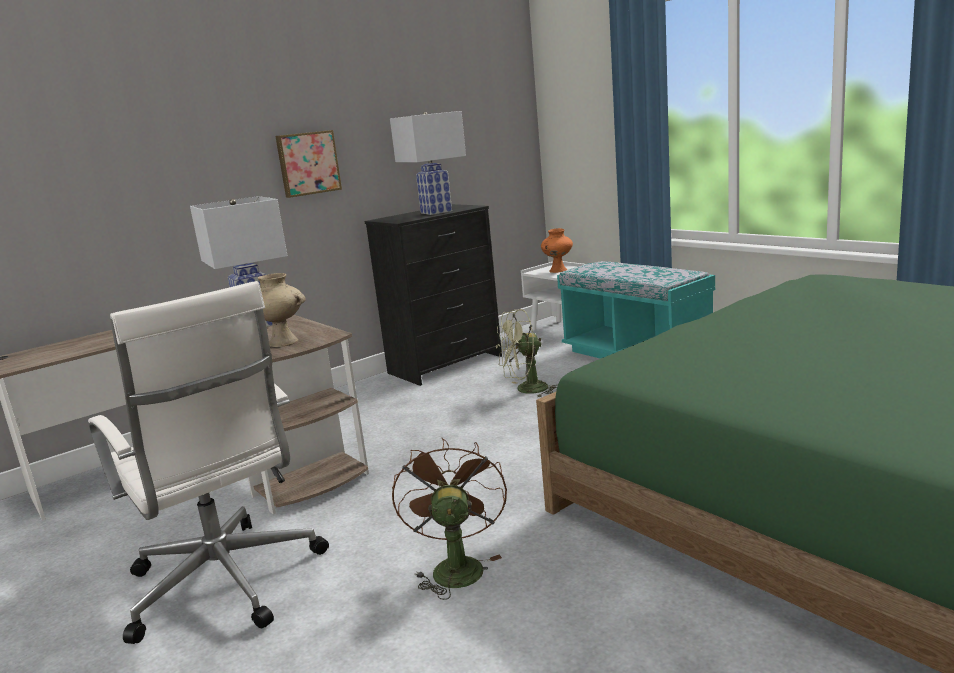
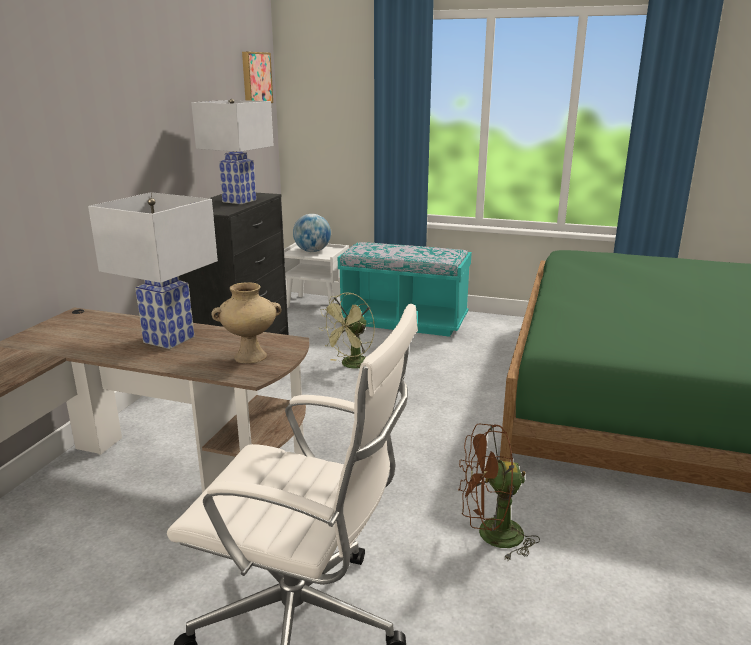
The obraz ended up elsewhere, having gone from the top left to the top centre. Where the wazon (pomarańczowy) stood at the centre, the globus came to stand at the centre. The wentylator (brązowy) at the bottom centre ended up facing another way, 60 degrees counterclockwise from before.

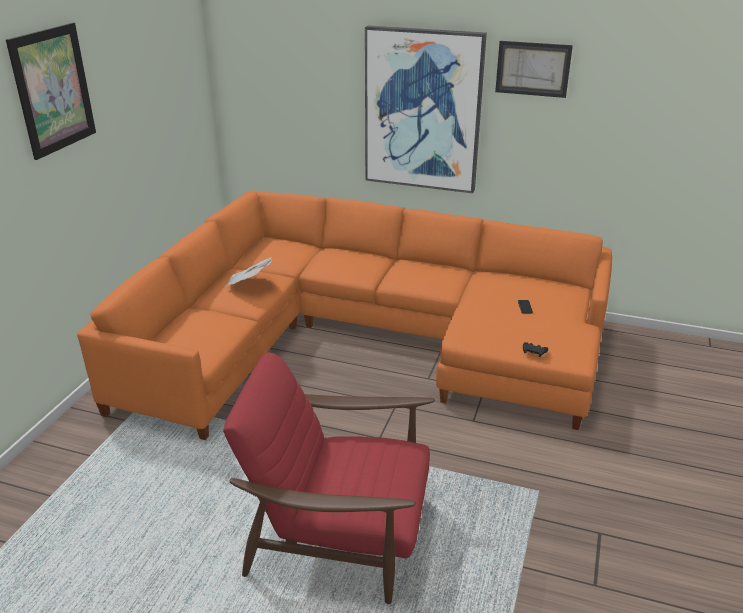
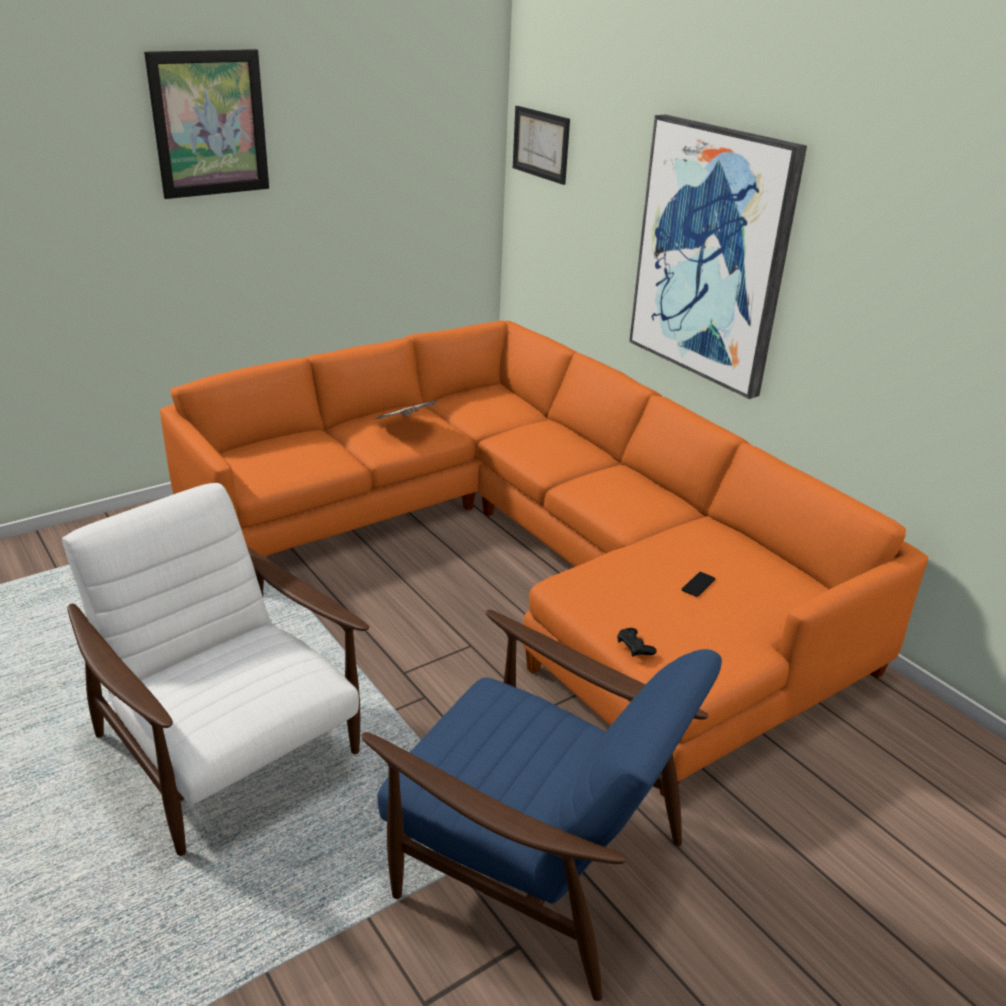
The second view gained the fotel (niebieski) at the bottom centre. The obraz (3rd from left in the first image) ended up elsewhere, having gone from the top right to the top centre. What was the fotel (czerwony) at the bottom centre turned into the fotel (biały) at the middle left.

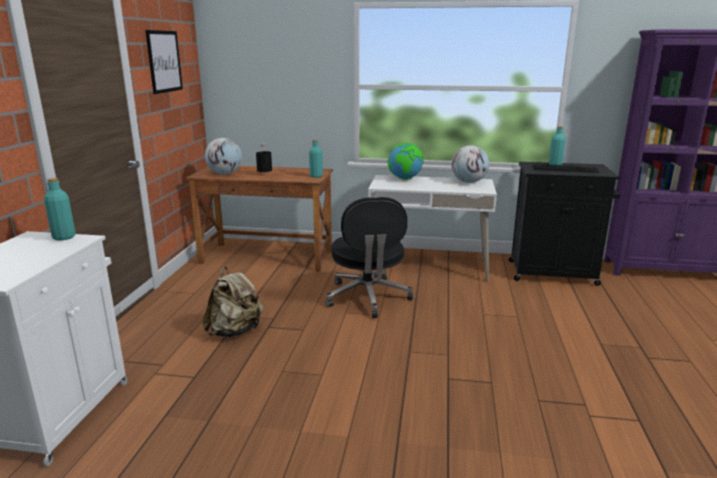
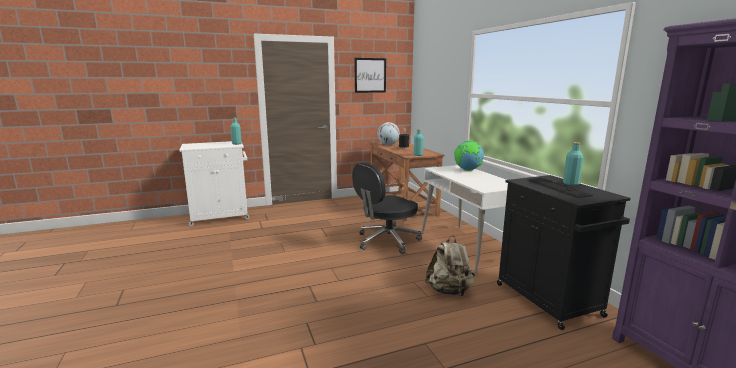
The second view lost the globus (3rd from left) at the centre. The plecak (beżowy) ended up elsewhere, having gone from the middle left to the bottom centre.

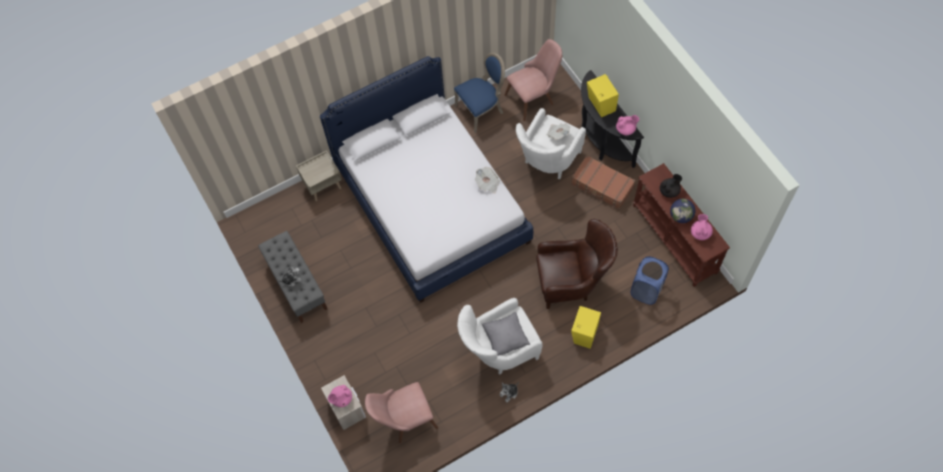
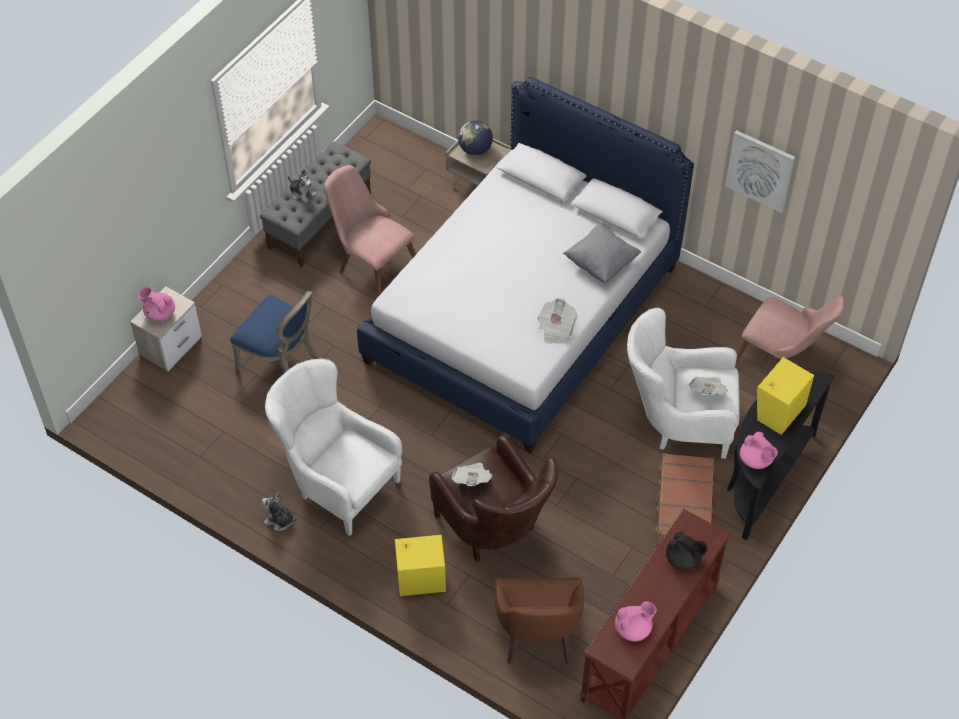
The second view gained the gazeta (1st from left) at the centre. The second view gained the obraz at the top right. The krzesło (różowy) (1st from left) ended up elsewhere, having gone from the bottom centre to the top centre. The krzesło (niebieski) ended up elsewhere, having gone from the top centre to the middle left. The poduszka (szary) ended up elsewhere, having gone from the bottom centre to the centre. The globus ended up elsewhere, having gone from the middle right to the top centre. Where the kosz na pranie (niebieski) stood at the middle right, the fotel (brązowy) (2nd from left) came to stand at the bottom centre.

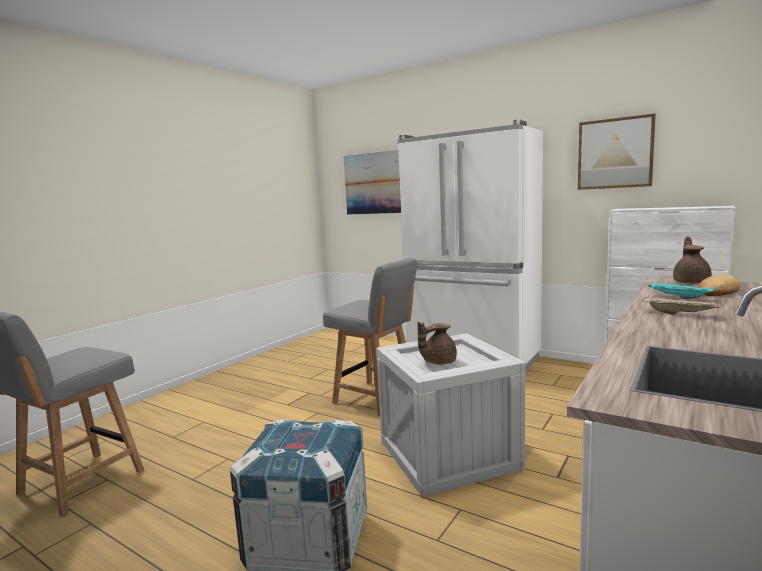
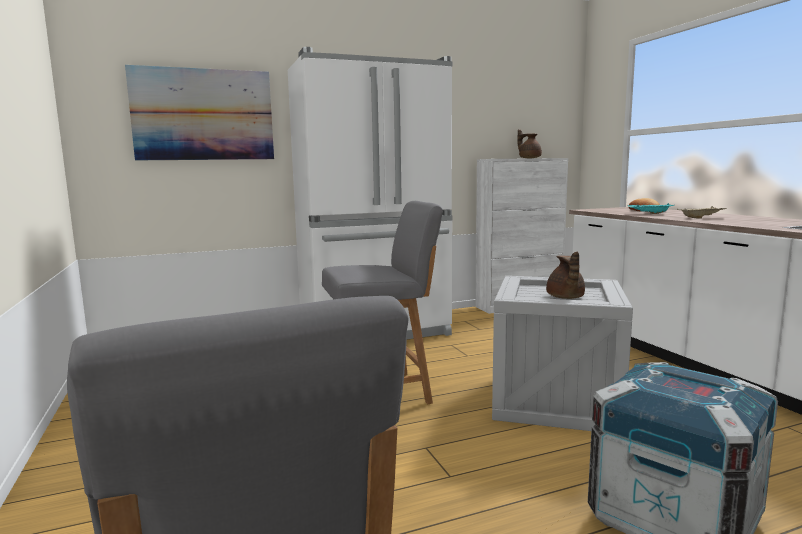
The second view lost the obraz (2nd from left) at the top right. The imbryk (brązowy) (2nd from left in the first image) ended up elsewhere, having gone from the middle right to the top centre.

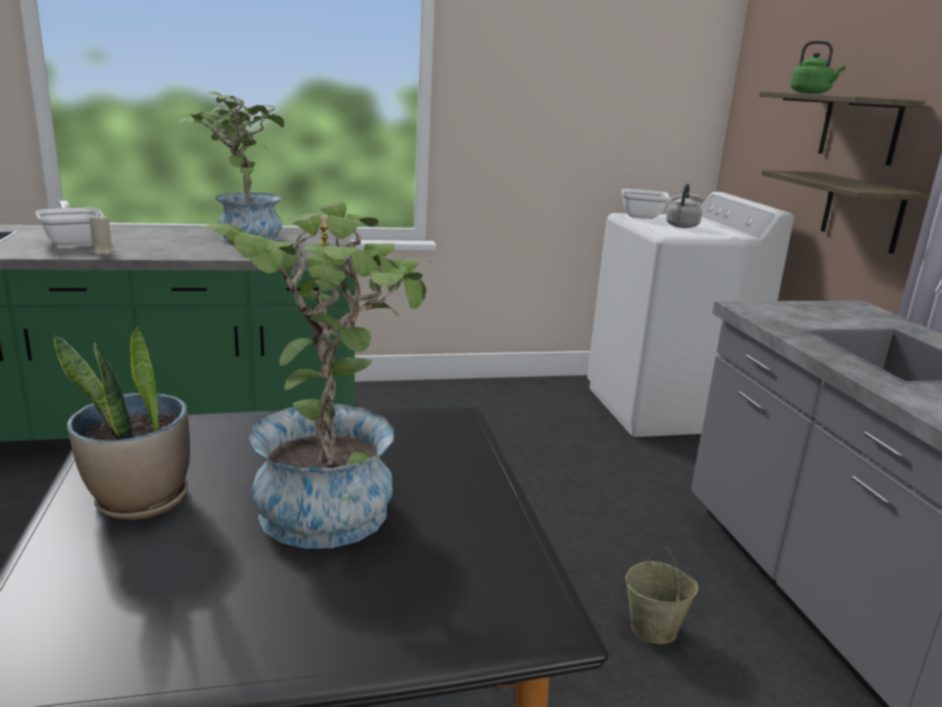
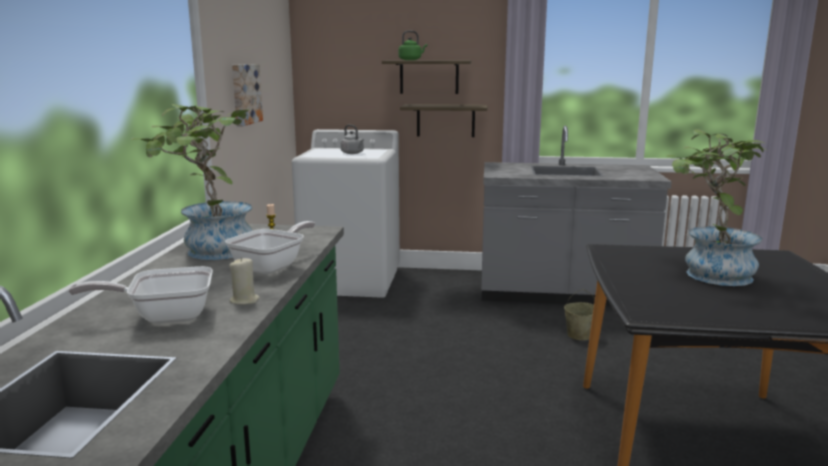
The second view lost the roślina doniczkowa (1st from left) at the middle left. The second view gained the obraz at the top left. The patelnia (2nd from left) ended up elsewhere, having gone from the top right to the middle left.

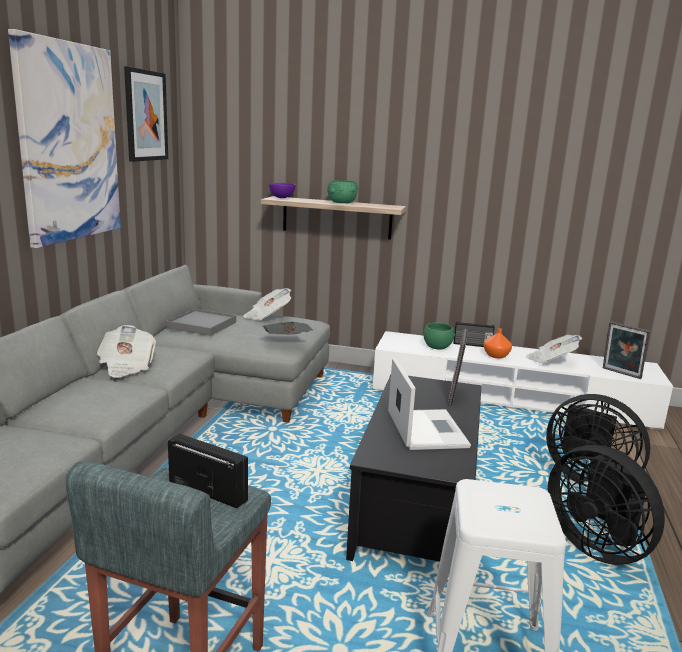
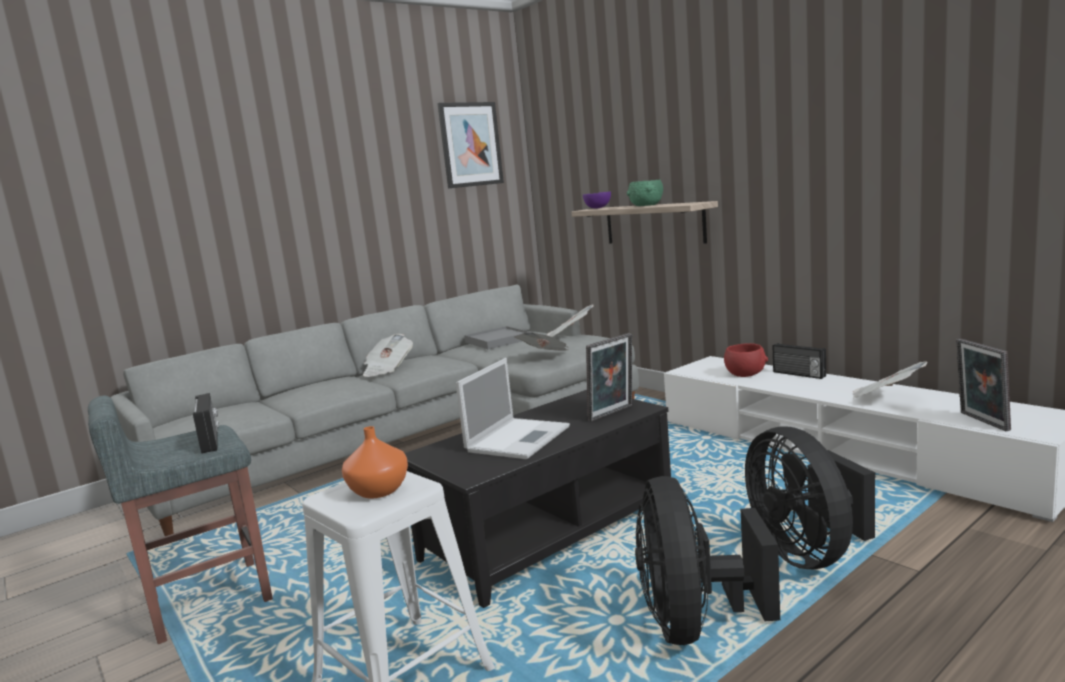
The second view lost the obraz (1st from left) at the top left. The wazon (pomarańczowy) ended up elsewhere, having gone from the middle right to the bottom centre. What was the miska (zielony) (2nd from left) at the centre turned into the miska (czerwony) at the middle right.

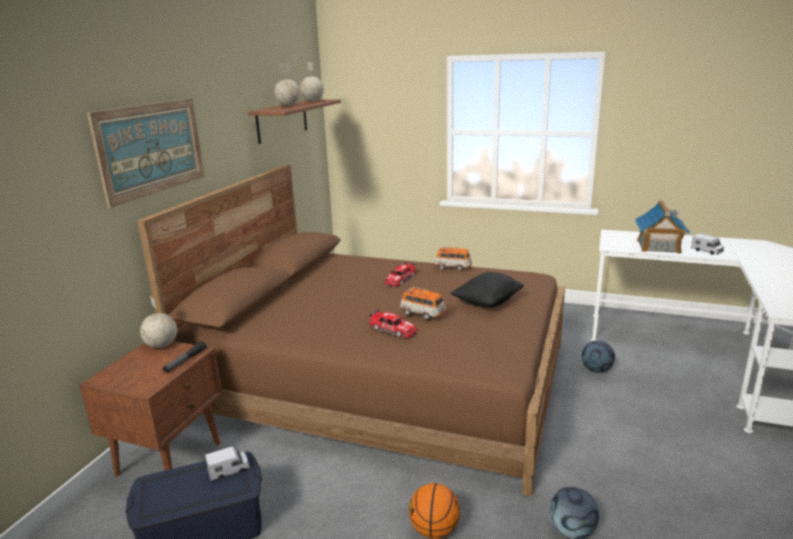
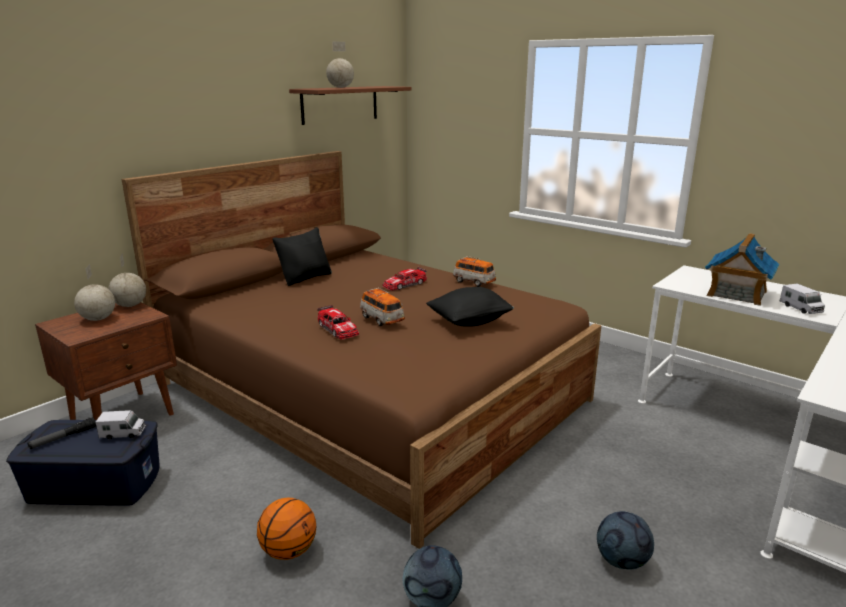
The second view lost the obraz at the top left. The second view gained the poduszka (czarny) (1st from left) at the centre. The latarka ended up elsewhere, having gone from the middle left to the bottom left. The globus (3rd from left in the first image) ended up elsewhere, having gone from the top centre to the middle left. The piłka futbolowa (2nd from left) ended up elsewhere, having gone from the middle right to the bottom right.

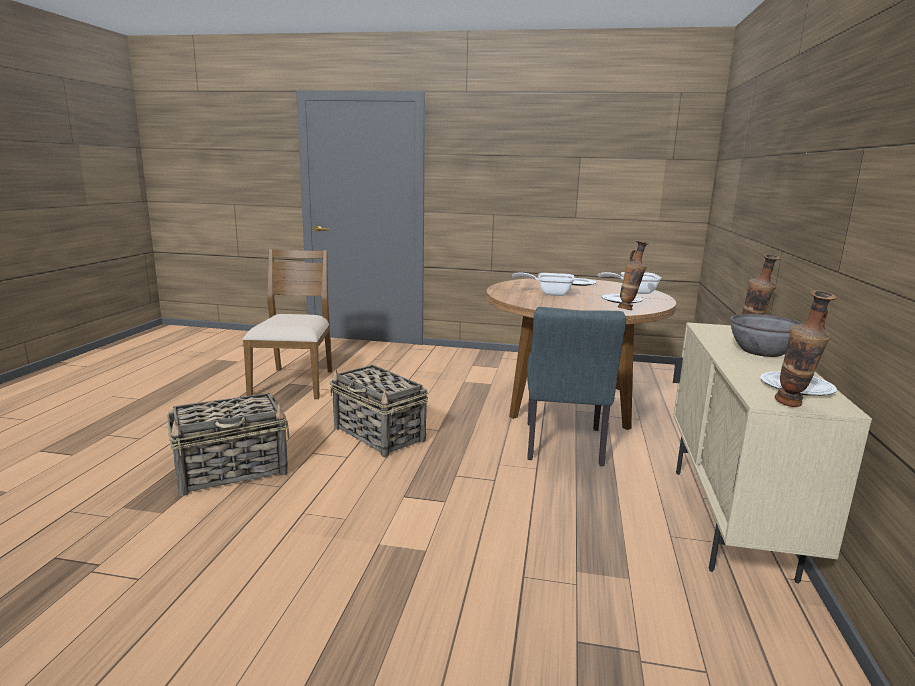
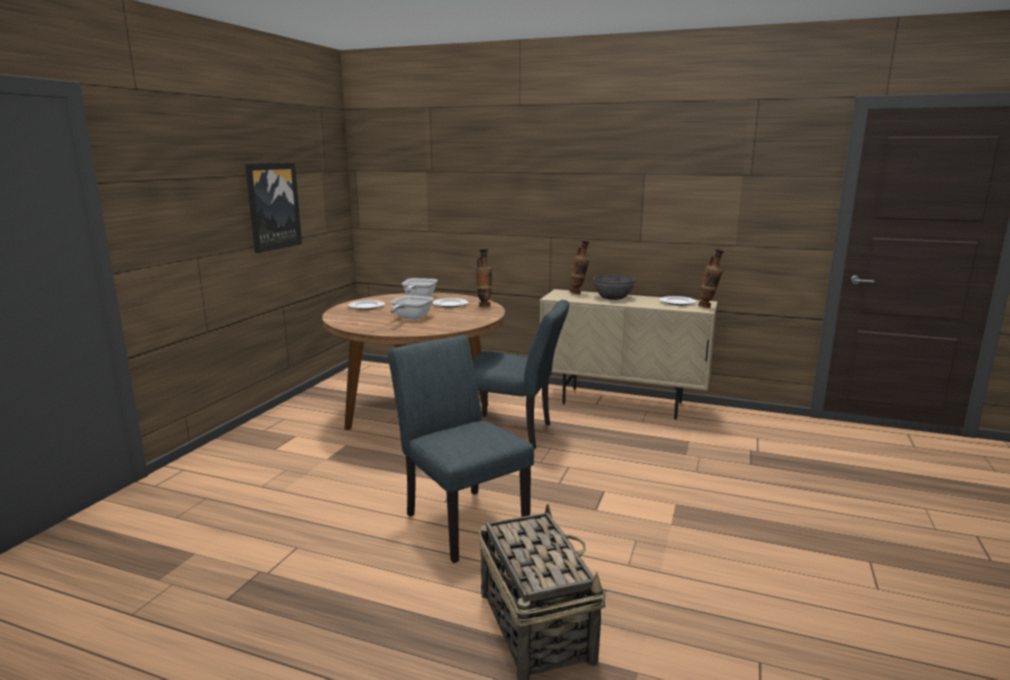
The second view lost the krzesło (brązowy) at the middle left. The second view gained the obraz at the top left. Where the koszyk (2nd from left) stood at the centre, the krzesło (szary) (1st from left) came to stand at the centre.

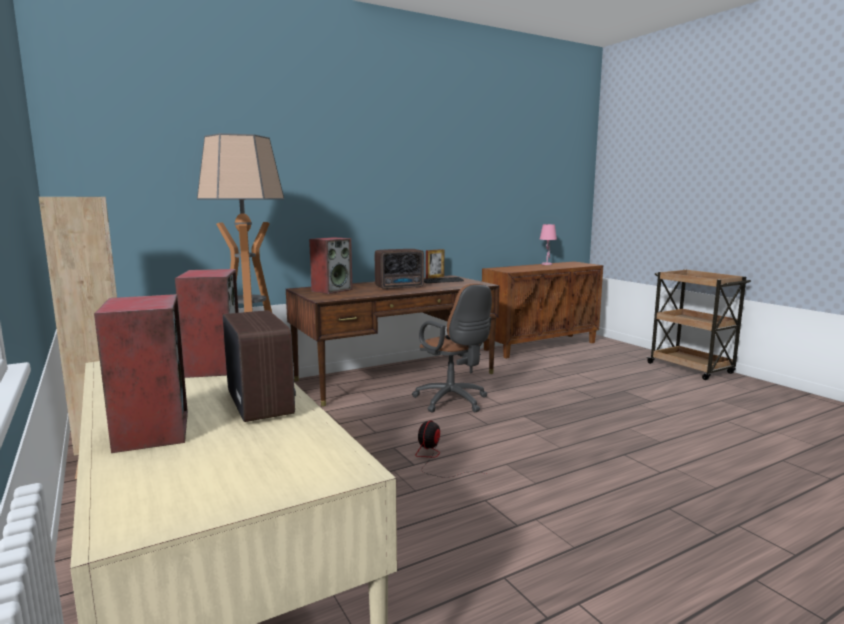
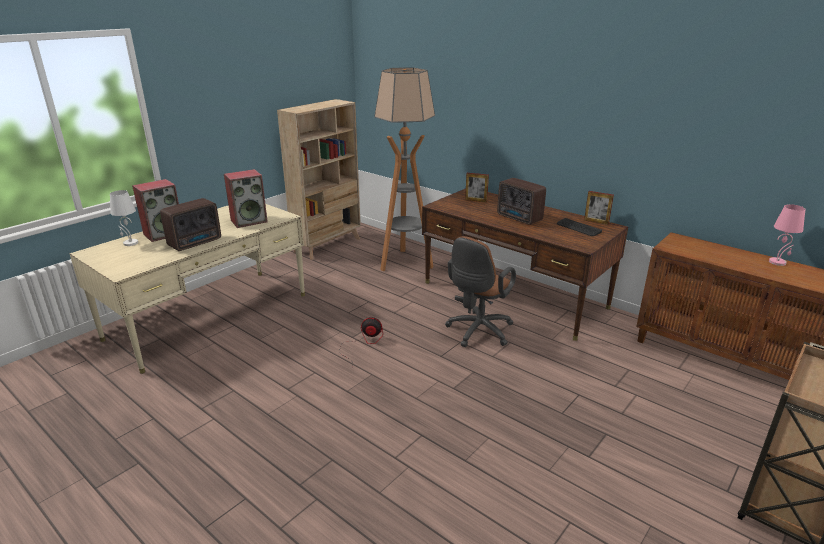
The second view gained the lampa stołowa (biały) at the middle left. Where the głośnik (3rd from left) stood at the centre, the ramka na zdjęcie (1st from left) came to stand at the centre.

